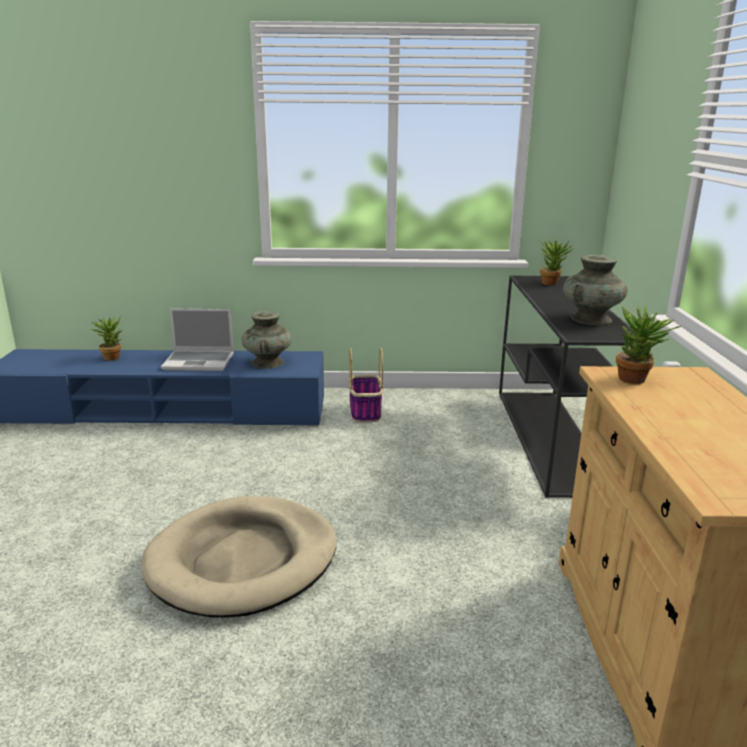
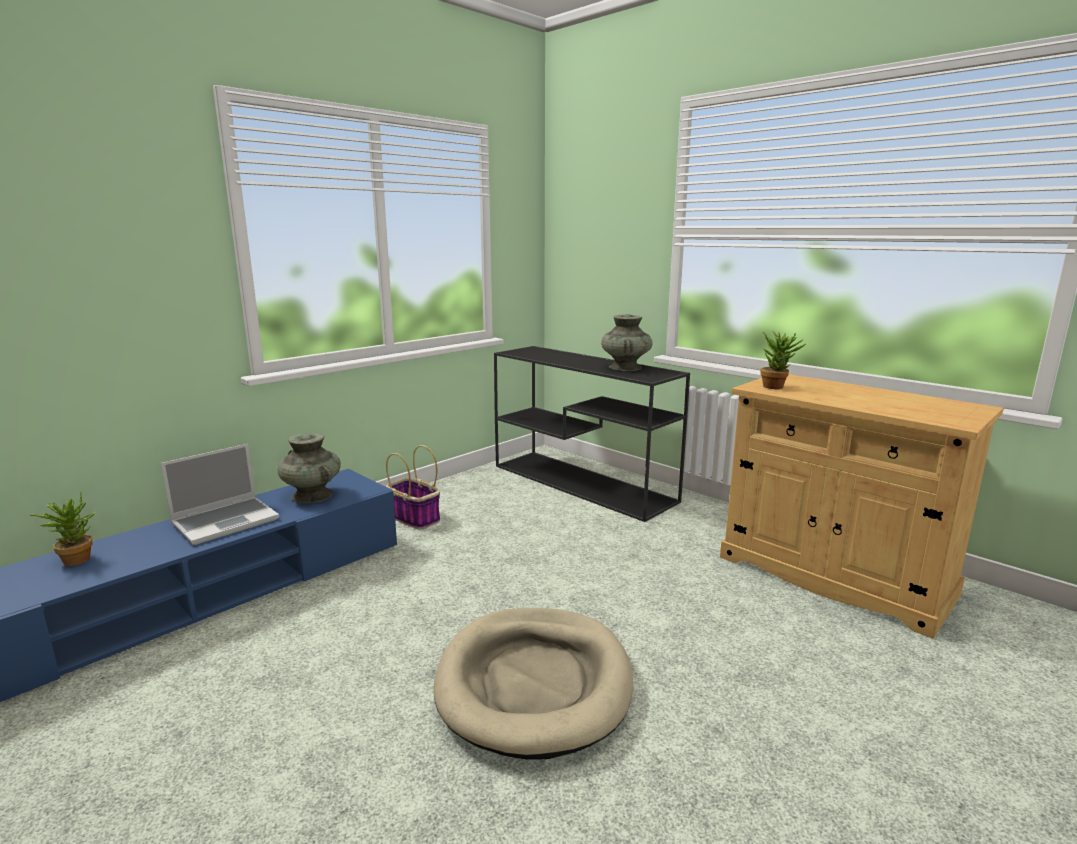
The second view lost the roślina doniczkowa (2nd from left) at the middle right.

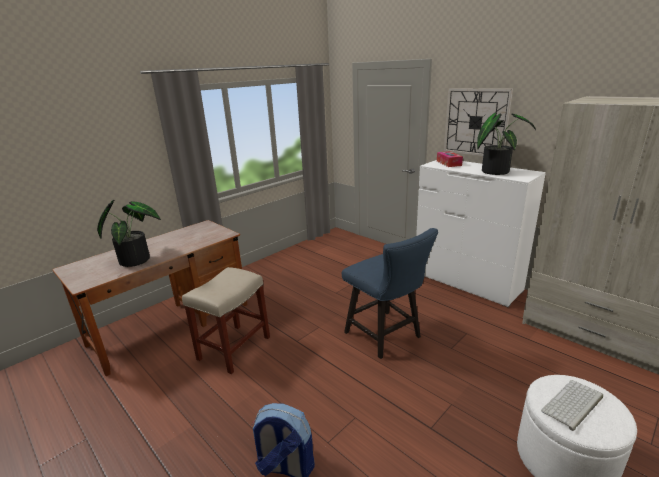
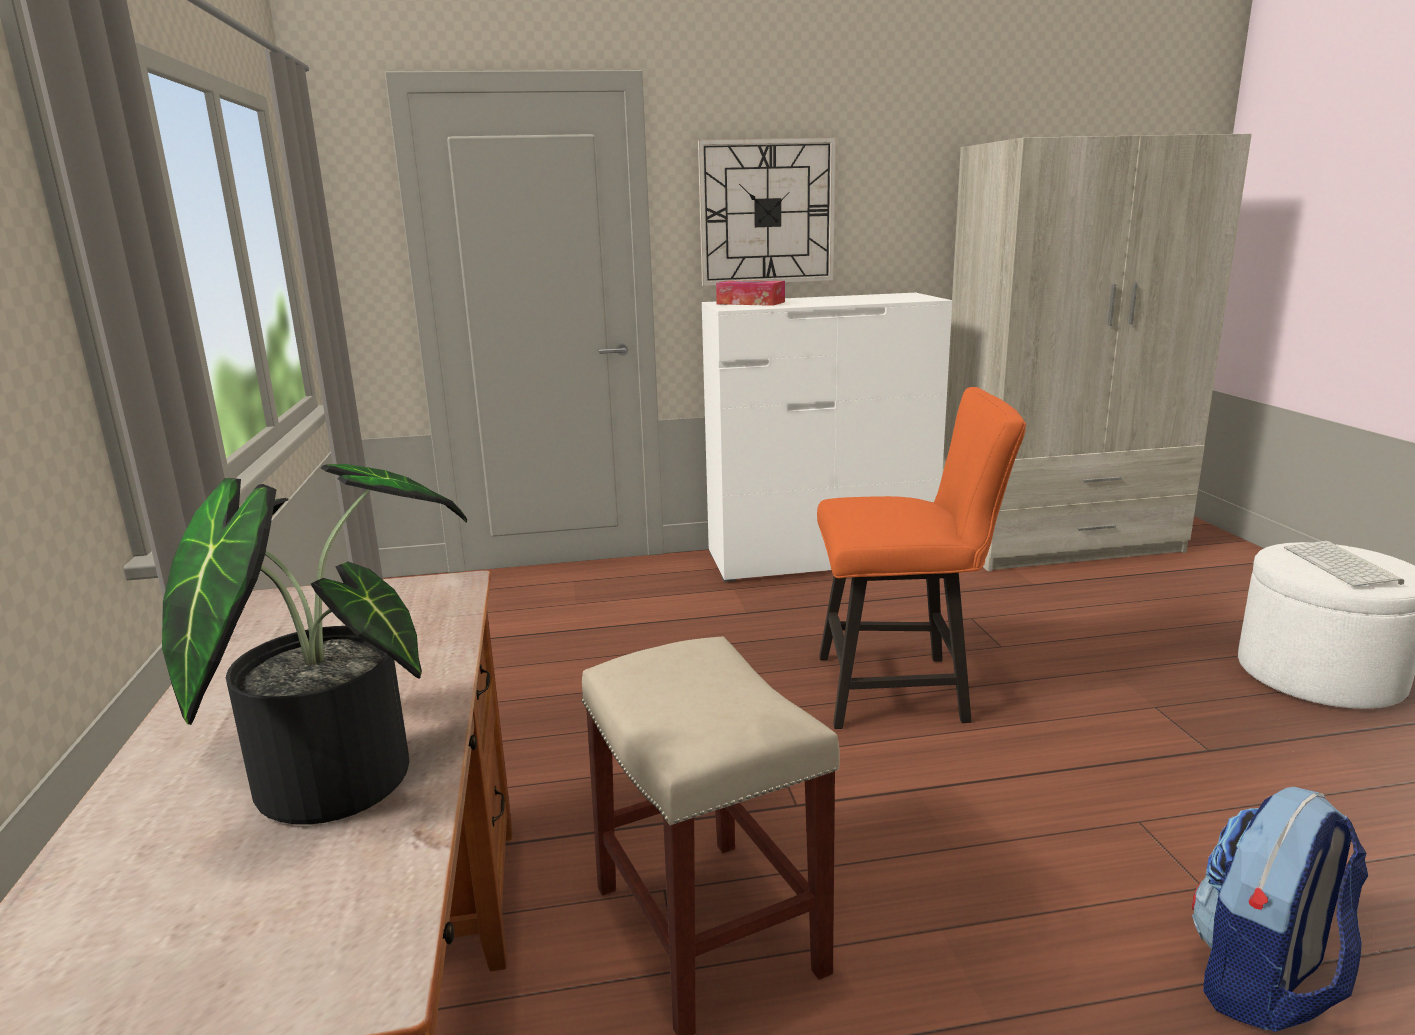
The second view lost the roślina doniczkowa (2nd from left) at the top right. What was the krzesło (niebieski) at the centre turned into the krzesło (pomarańczowy) at the centre.

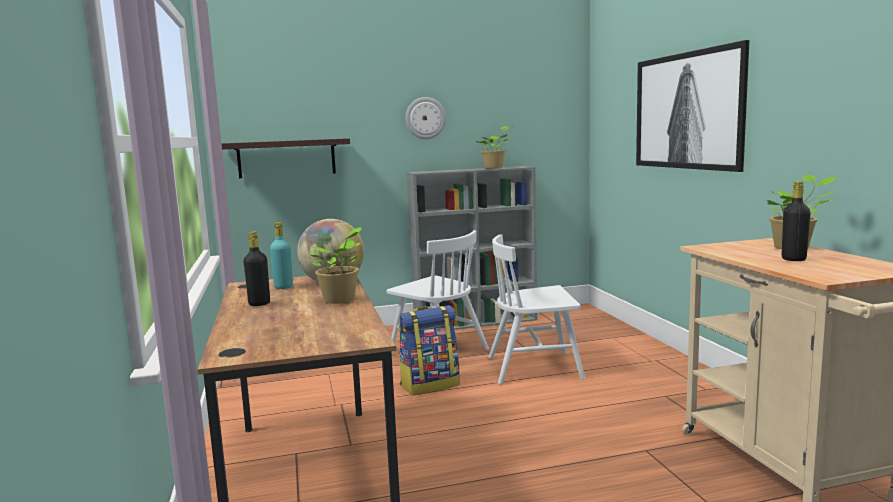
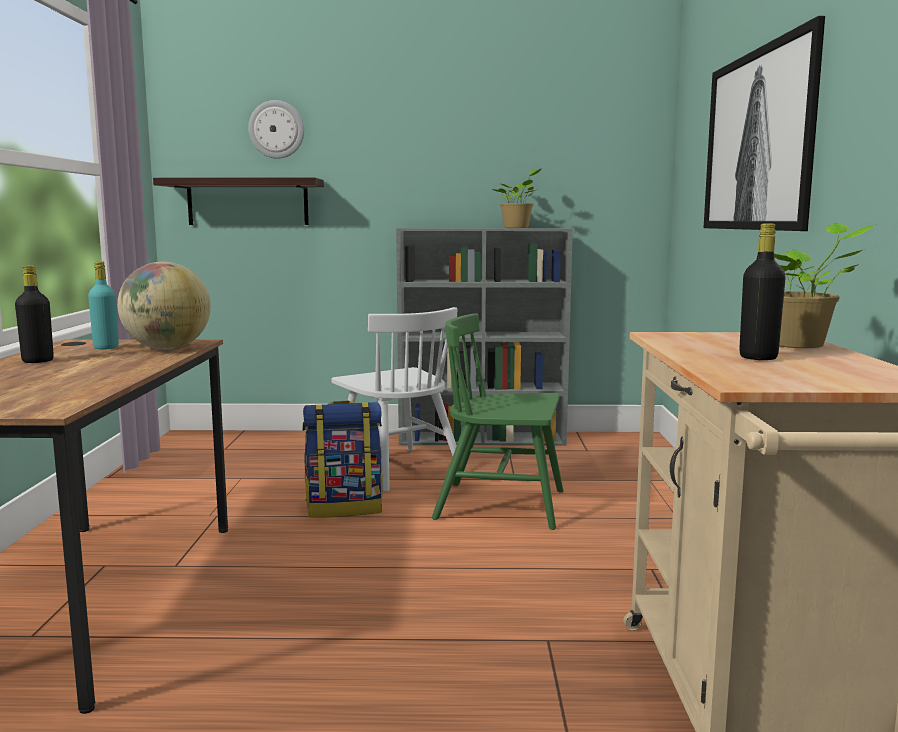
The second view lost the roślina doniczkowa (1st from left) at the centre. The zegar ścienny ended up elsewhere, having gone from the top centre to the top left. What was the krzesło (biały) (2nd from left) at the centre turned into the krzesło (zielony) at the centre.

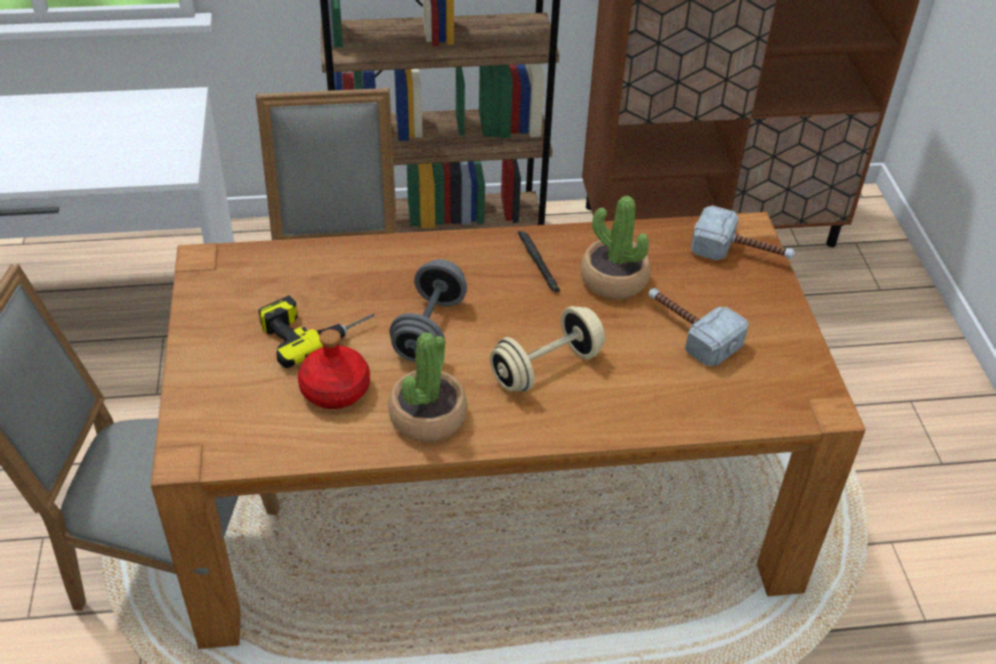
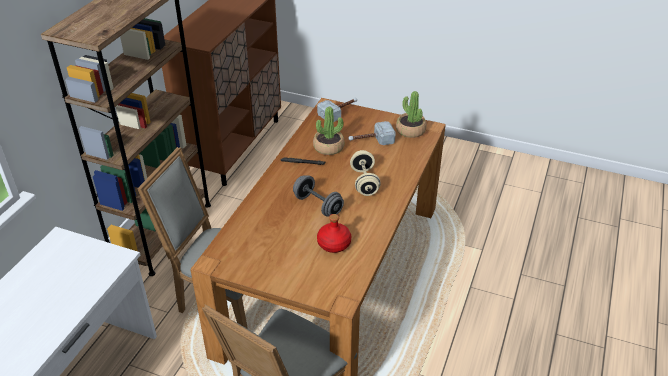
The second view lost the wiertarka at the middle left. The roślina doniczkowa (1st from left in the first image) ended up elsewhere, having gone from the centre to the top centre.

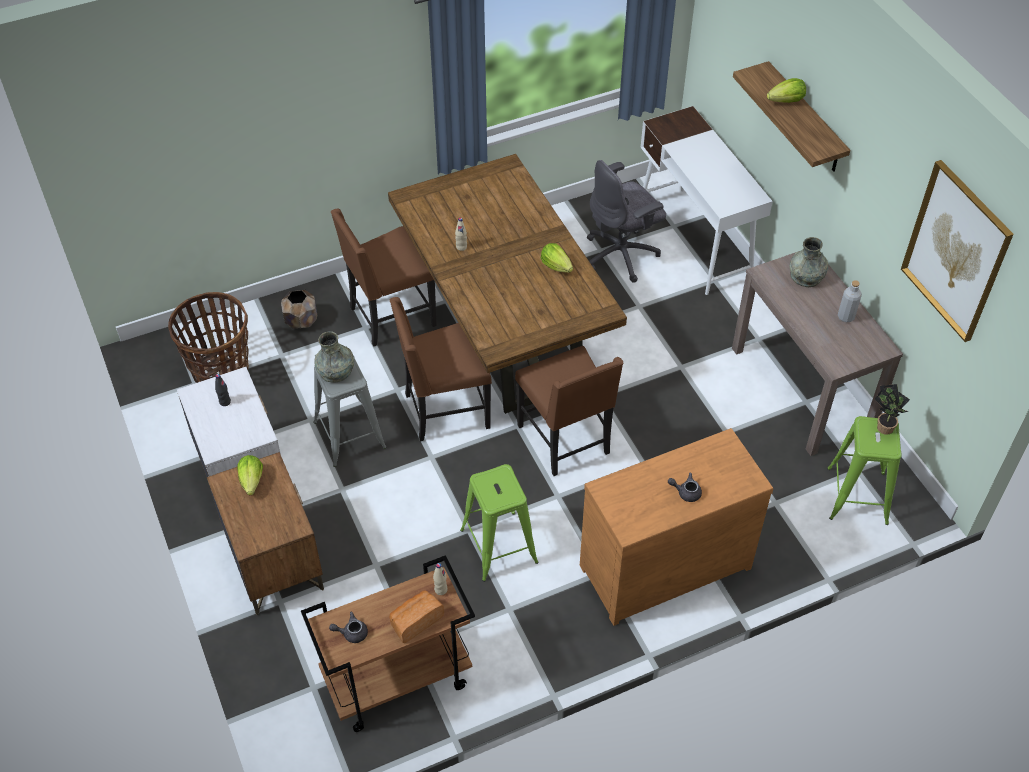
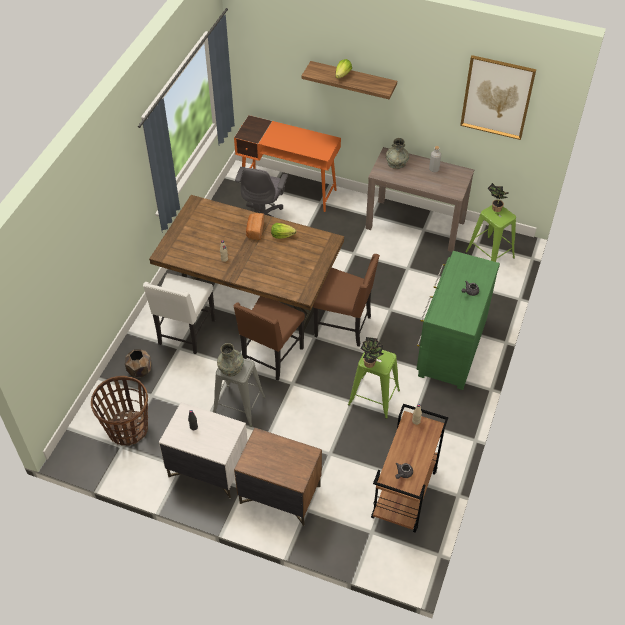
The second view lost the sałata (1st from left) at the middle left. The second view gained the roślina doniczkowa (1st from left) at the centre. The chleb ended up elsewhere, having gone from the bottom centre to the centre. What was the krzesło (brązowy) (1st from left) at the centre turned into the krzesło (biały) at the middle left. What was the komoda (brązowy) at the bottom centre turned into the komoda (zielony) at the middle right. What was the biurko (biały) at the top right turned into the biurko (pomarańczowy) at the top centre.

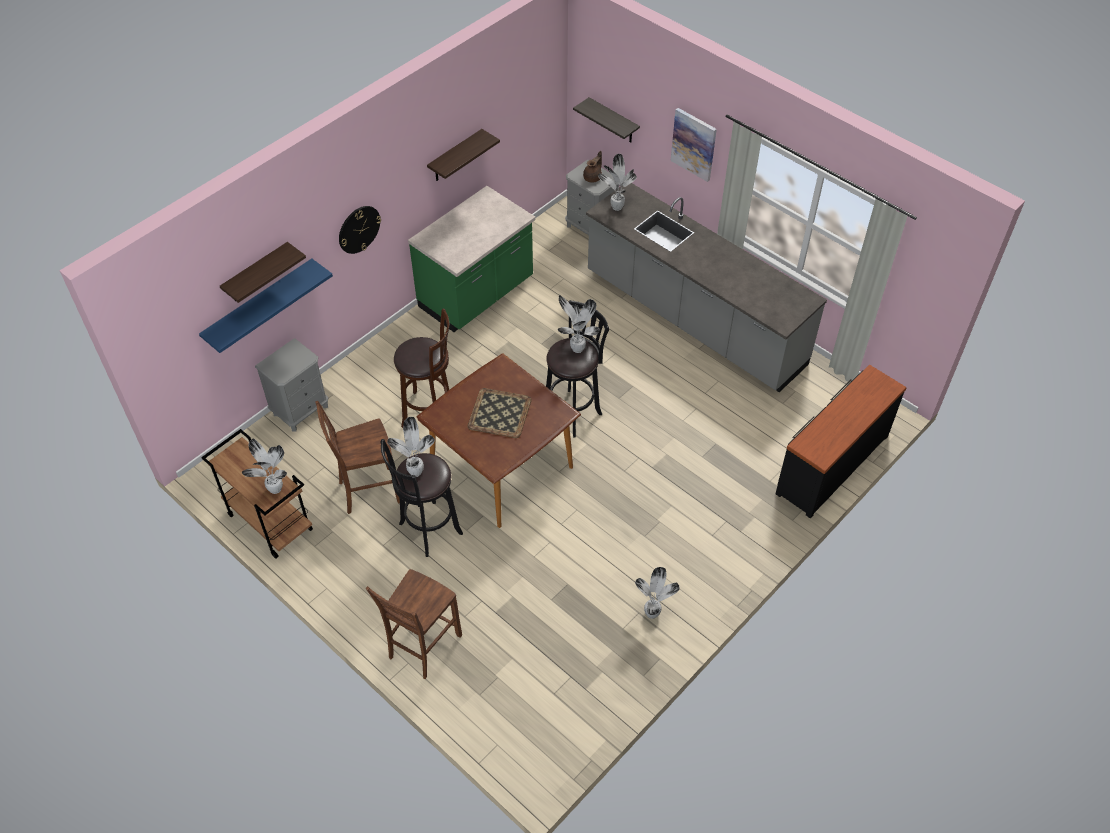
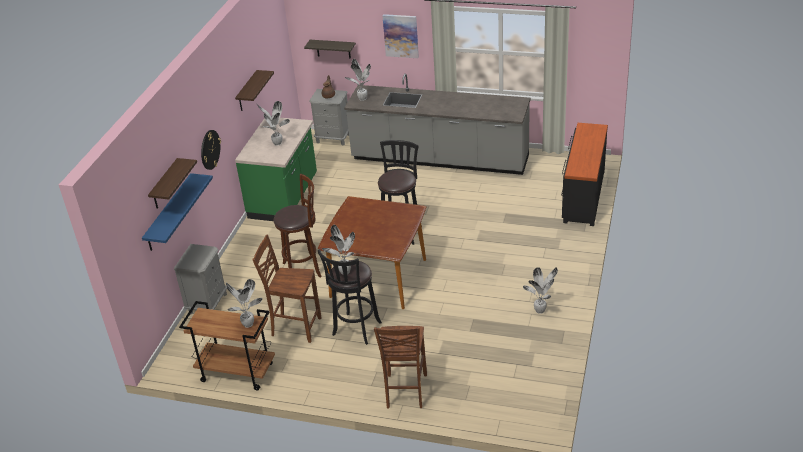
The second view lost the taca at the centre. The roślina doniczkowa (3rd from left in the first image) ended up elsewhere, having gone from the centre to the top centre. The krzesło (brązowy) (1st from left) at the middle left ended up facing another way, 60 degrees clockwise from before.

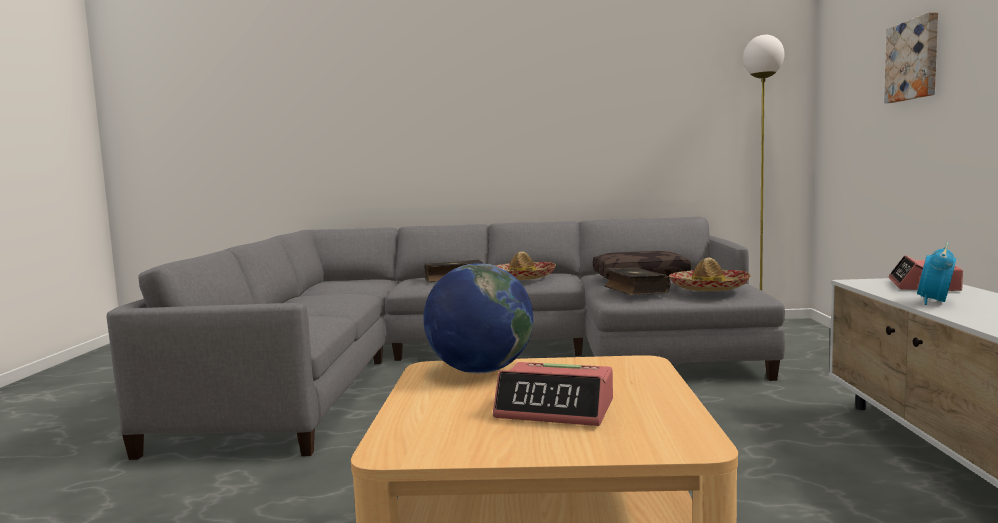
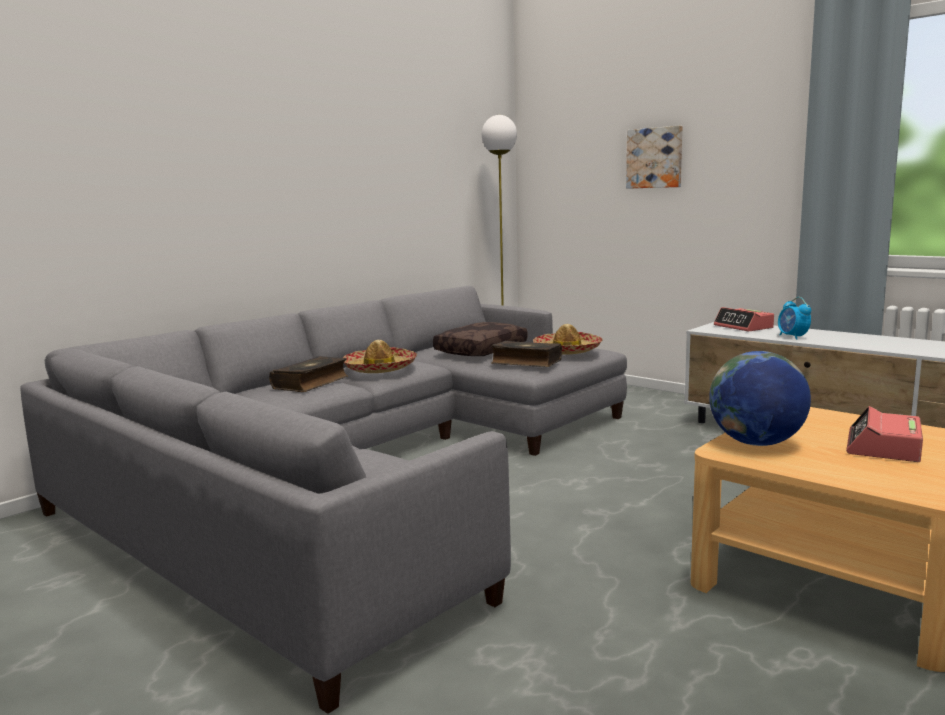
The budzik (1st from left in the first image) at the bottom centre ended up facing another way, 150 degrees clockwise from before.

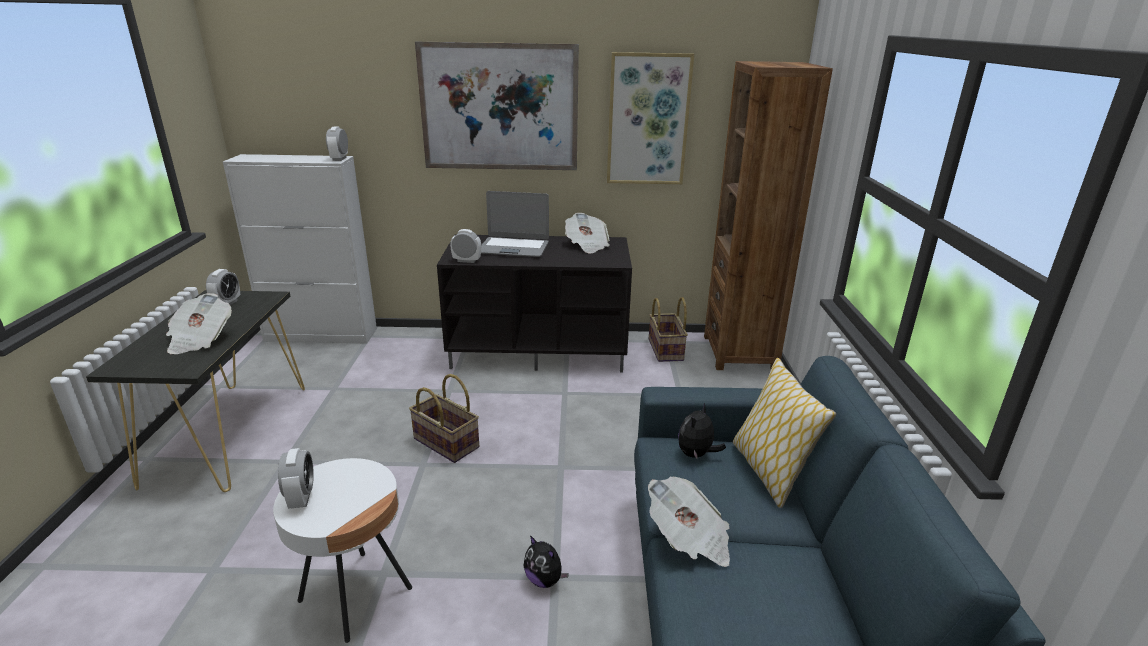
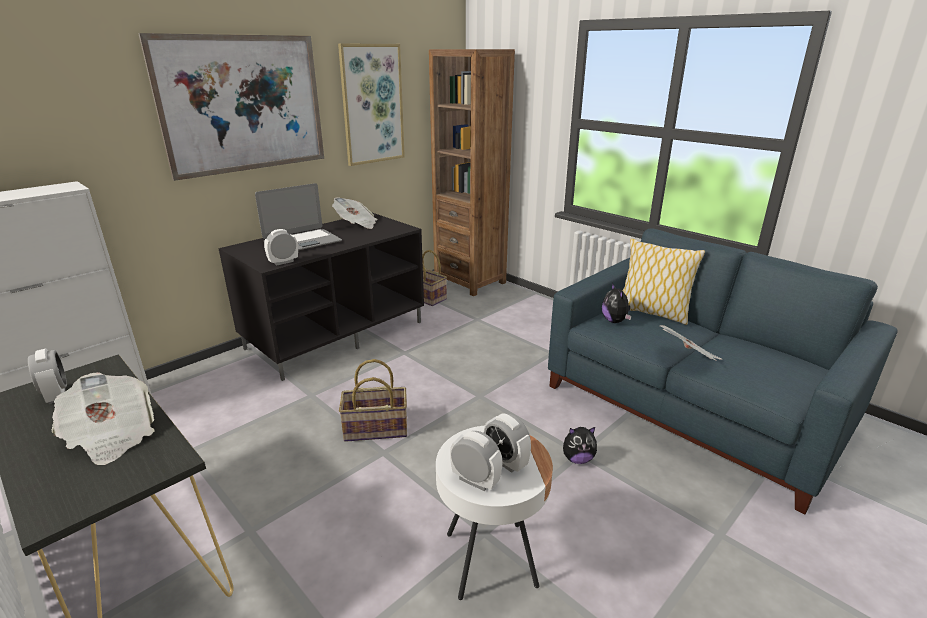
The budzik (3rd from left in the first image) ended up elsewhere, having gone from the top left to the bottom centre.

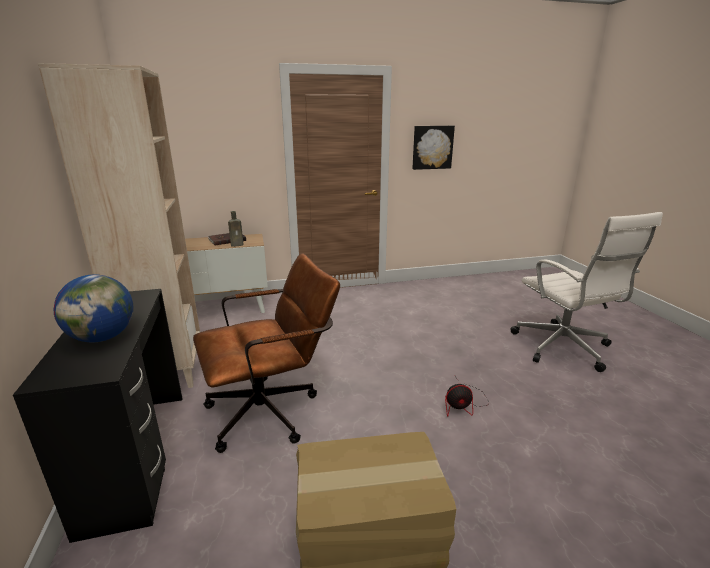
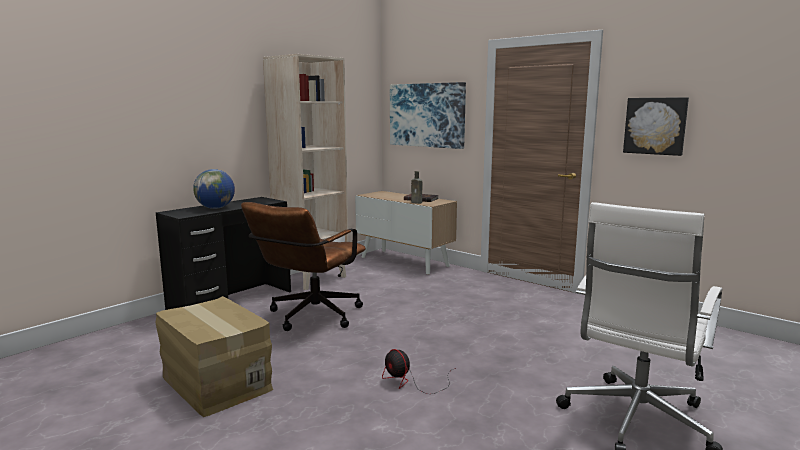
The second view gained the obraz (1st from left) at the top centre. The krzesło biurowe (brązowy) at the centre ended up facing another way, 90 degrees clockwise from before.

